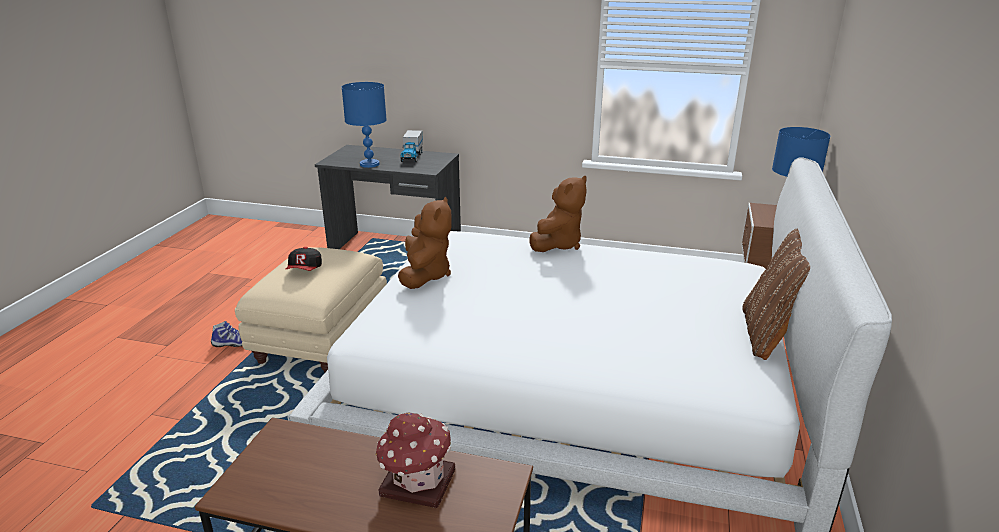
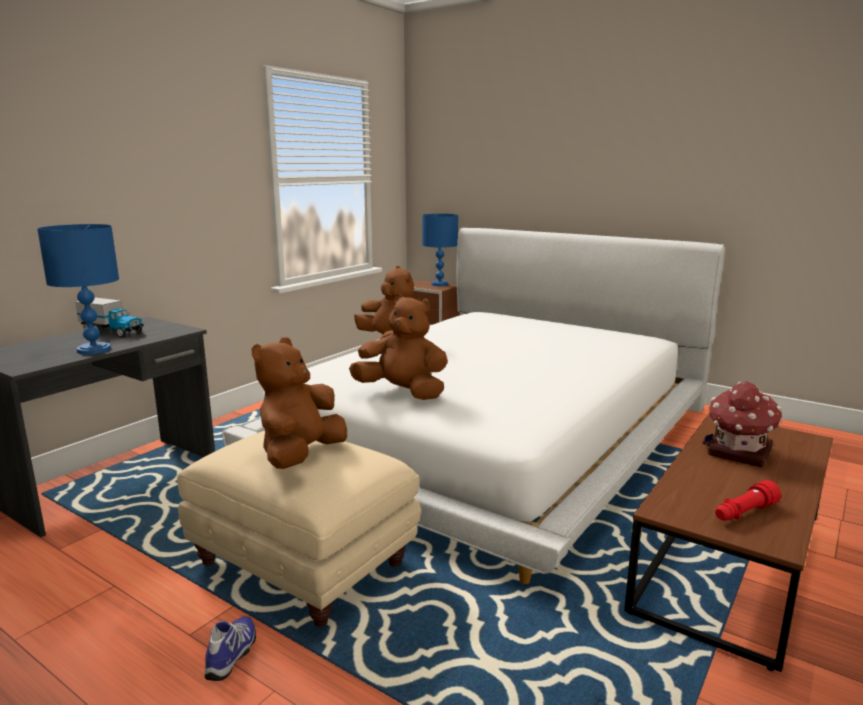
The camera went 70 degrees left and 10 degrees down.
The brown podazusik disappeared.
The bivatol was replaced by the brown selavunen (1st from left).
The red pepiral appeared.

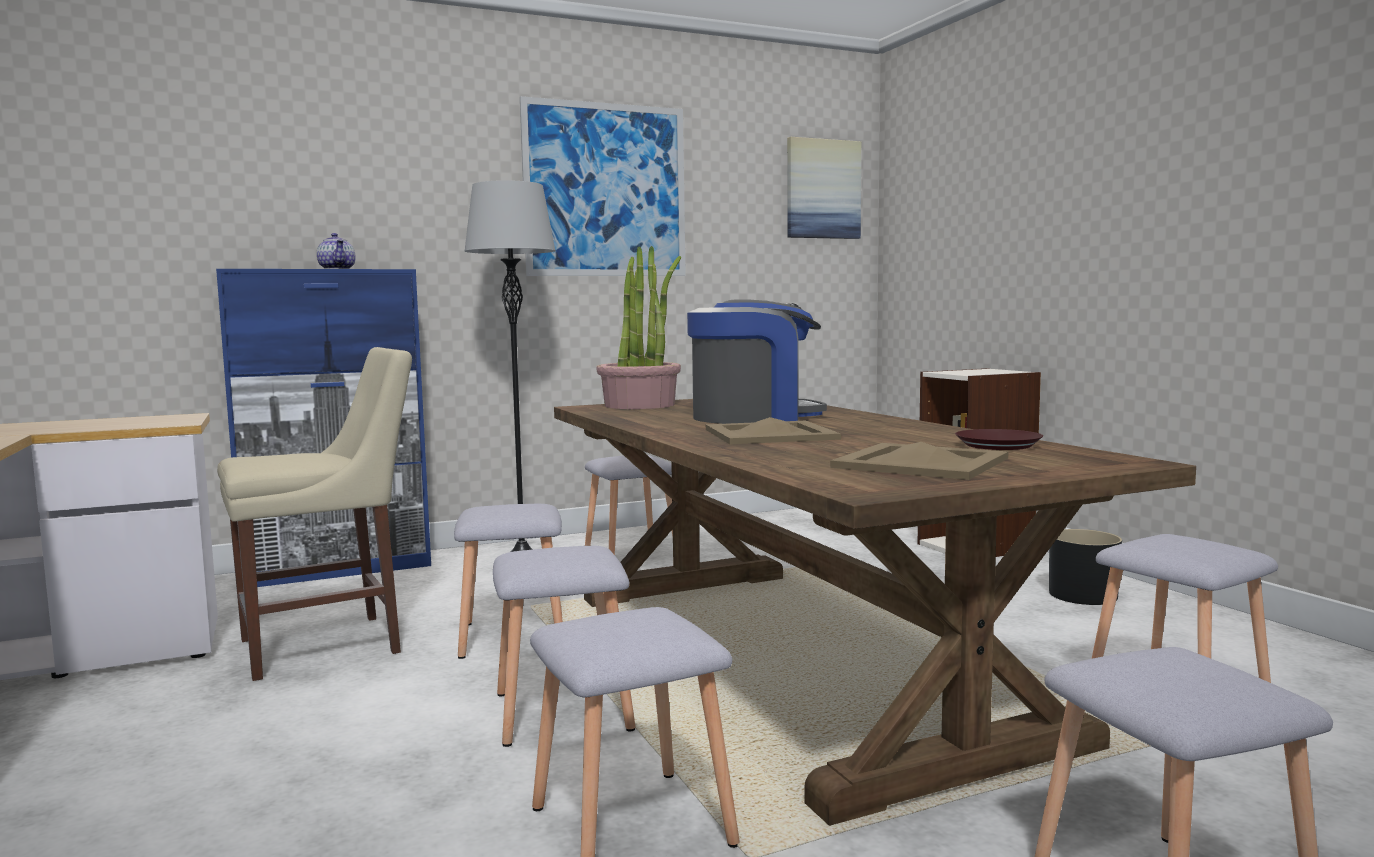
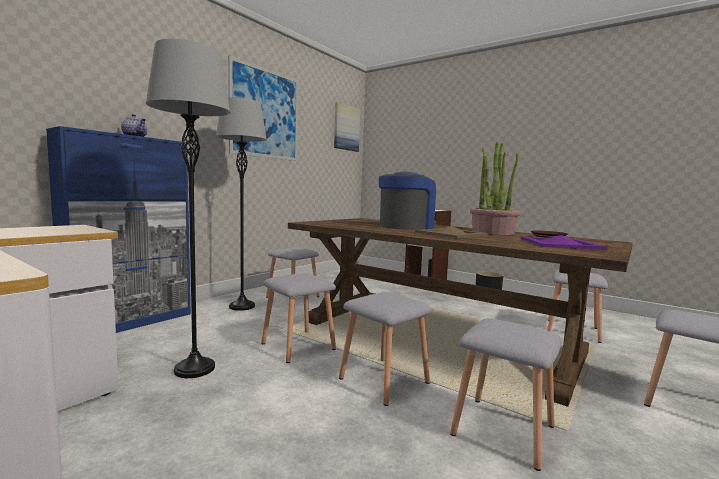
The camera went 30 degrees left and 0 degrees up.
The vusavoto moved.
The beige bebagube was replaced by the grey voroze (1st from left).
The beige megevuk (2nd from left) became the purple megevuk.

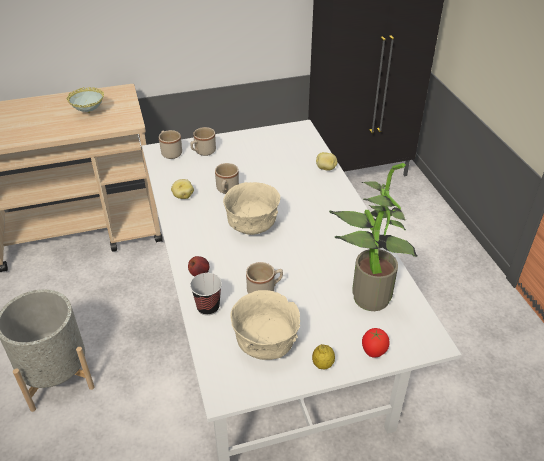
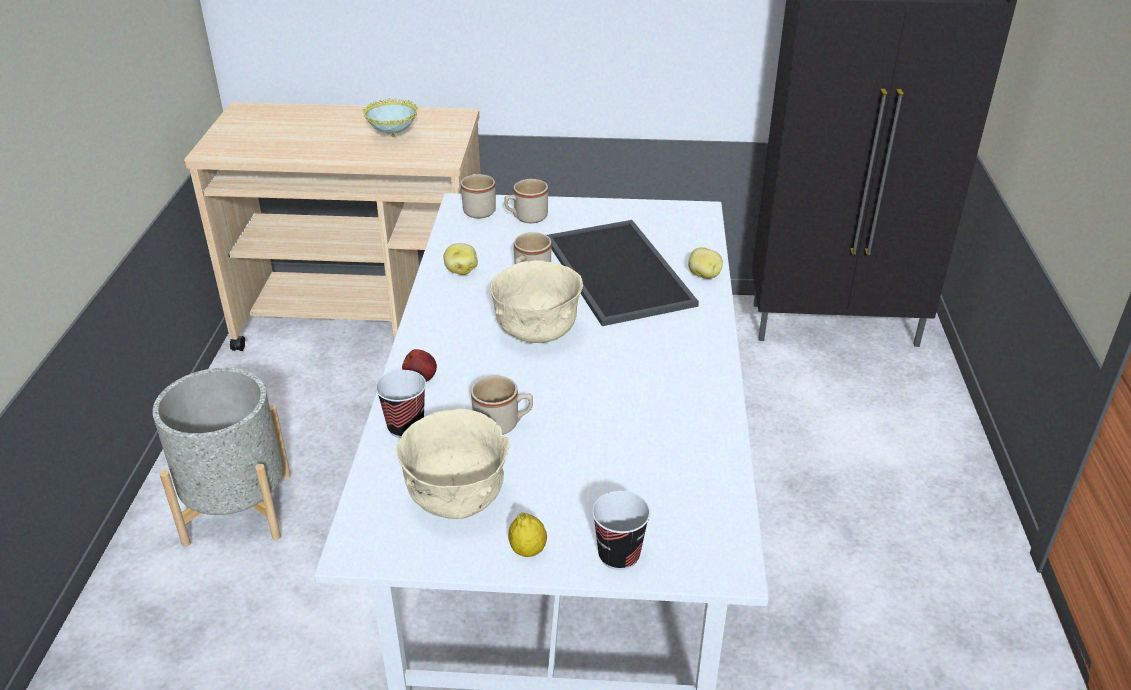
The camera went 20 degrees right and 5 degrees down.
The vusavoto disappeared.
The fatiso was replaced by the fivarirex (2nd from left).
The megevuk appeared.

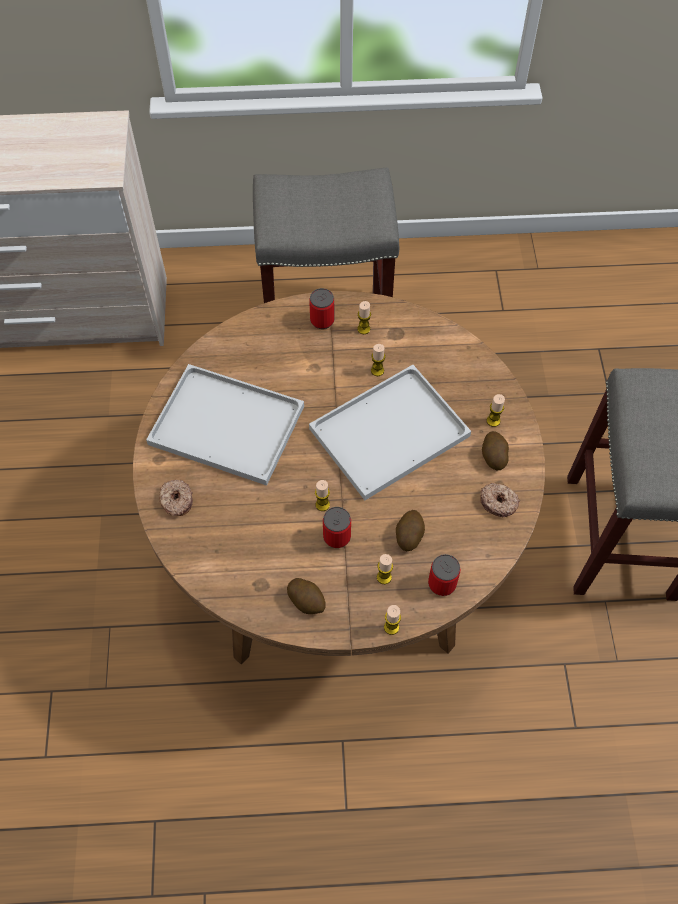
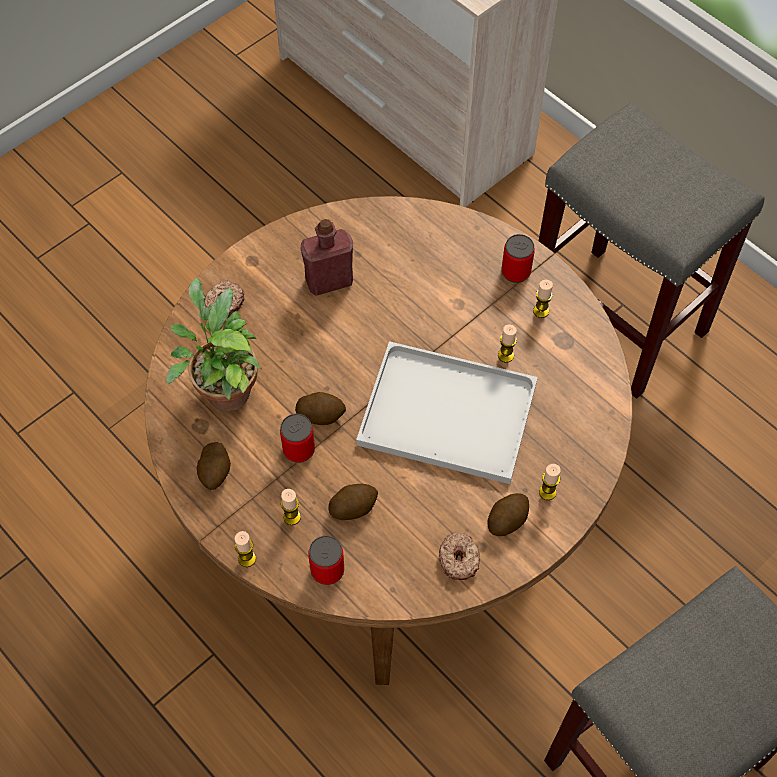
The camera went 50 degrees right and 0 degrees up.
The white megevuk (1st from left) was replaced by the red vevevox.
The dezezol (1st from left) was replaced by the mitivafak (2nd from left).
The vusavoto appeared.

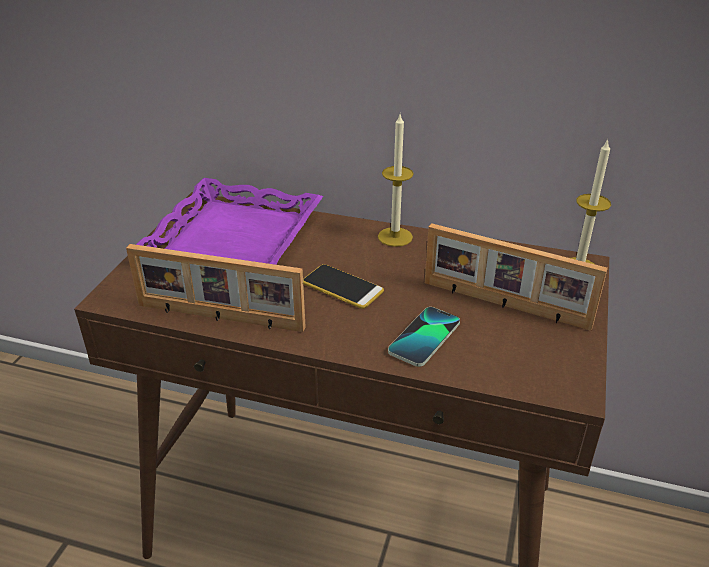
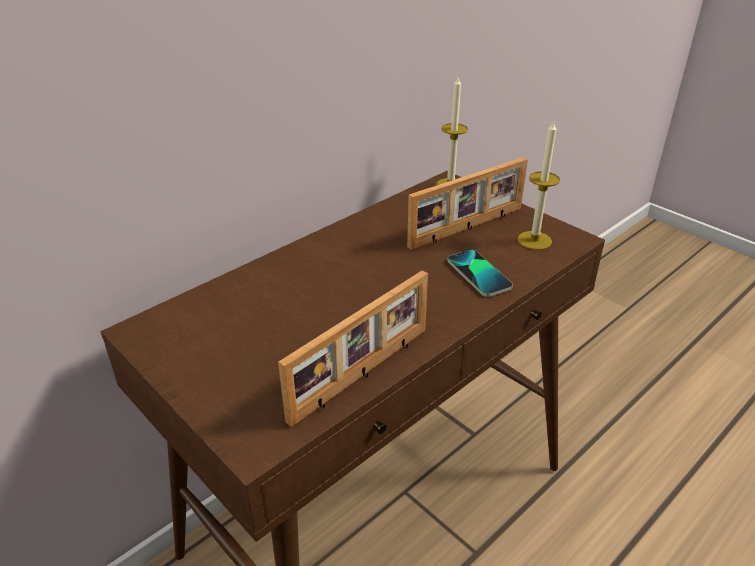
The camera went 60 degrees left and 0 degrees up.
The dezezol (1st from left in the first image) moved.
The purple megevuk disappeared.
The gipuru (1st from left) disappeared.

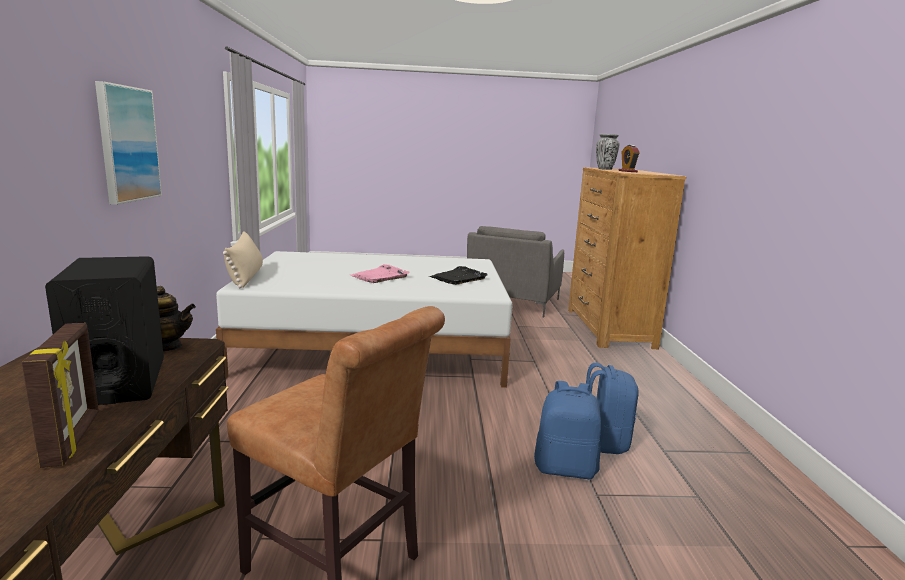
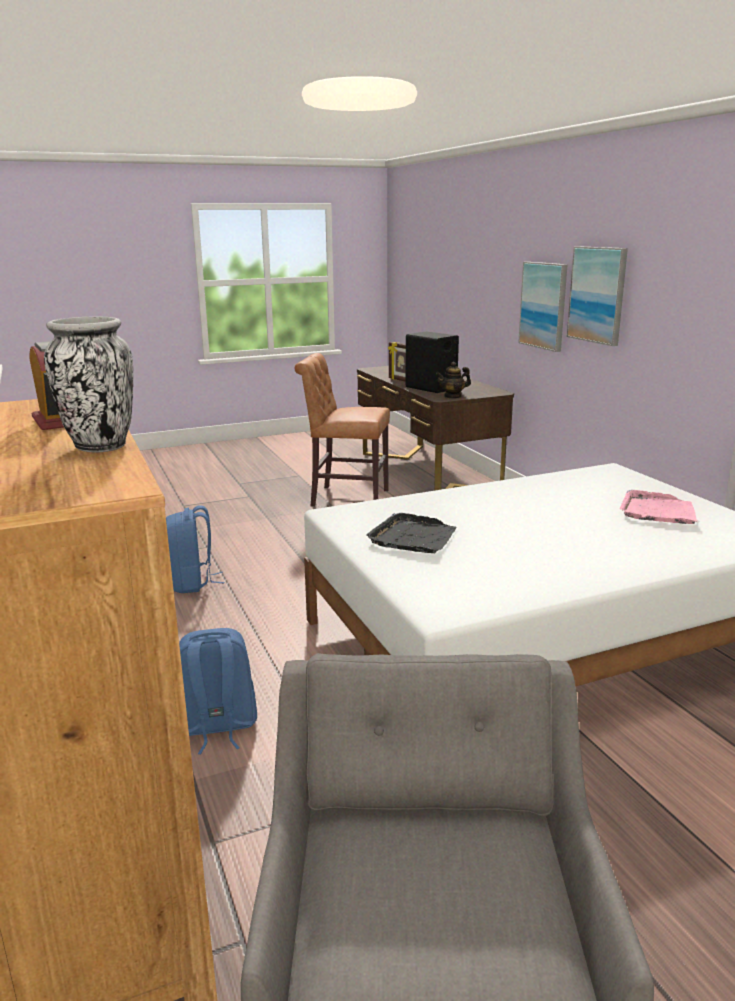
The camera went 160 degrees right and 5 degrees up.
The beige podazusik disappeared.
The pink megevuk moved.
The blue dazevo (1st from left in the first image) moved.
The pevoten (1st from left) appeared.

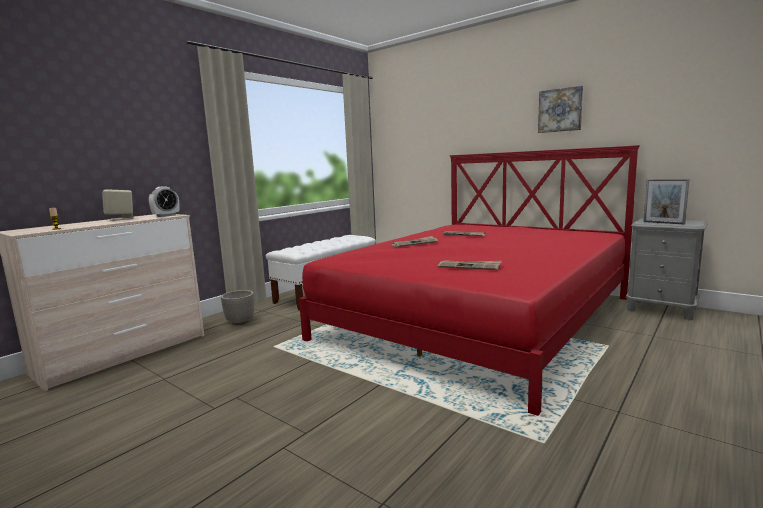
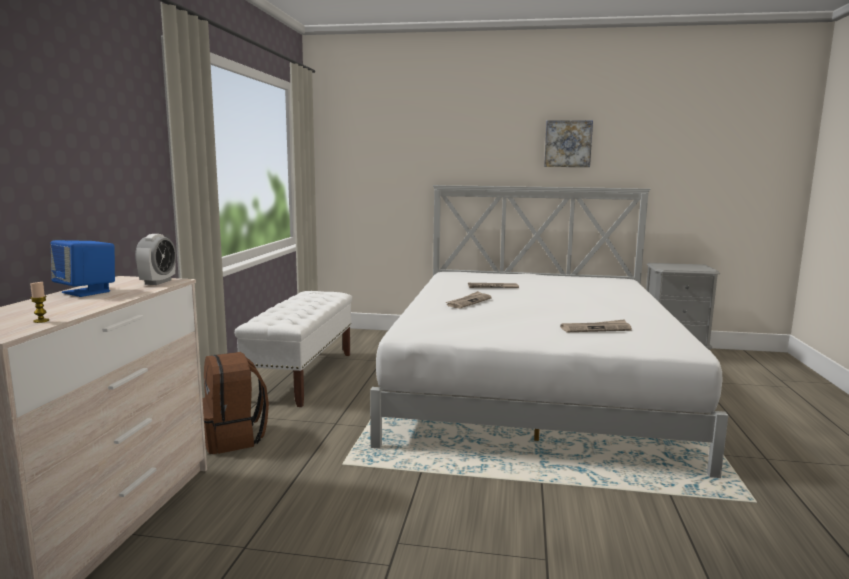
The camera went 30 degrees left and 0 degrees up.
The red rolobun became the white rolobun.
The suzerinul disappeared.
The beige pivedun became the blue pivedun.
The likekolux was replaced by the brown dazevo.

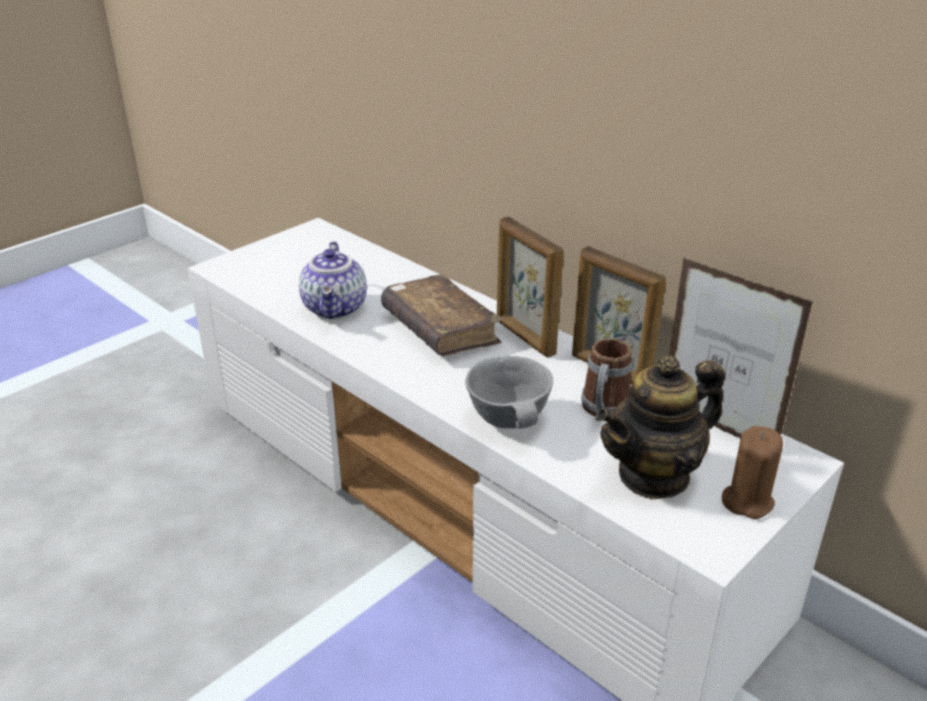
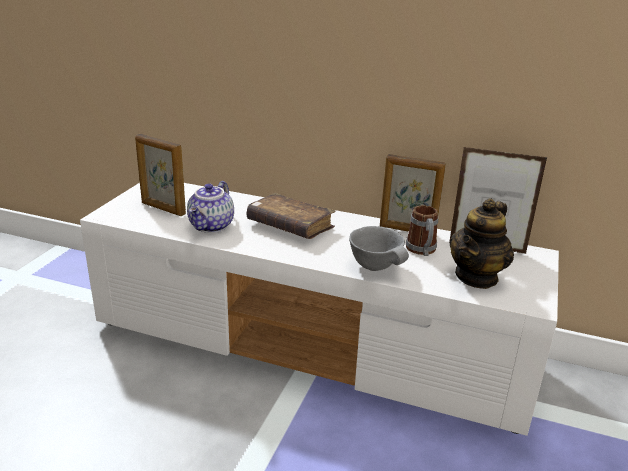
The camera went 25 degrees left and 5 degrees down.
The suzerinul (1st from left) moved.
The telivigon (1st from left) turned 45 degrees clockwise.
The brown dezezol disappeared.

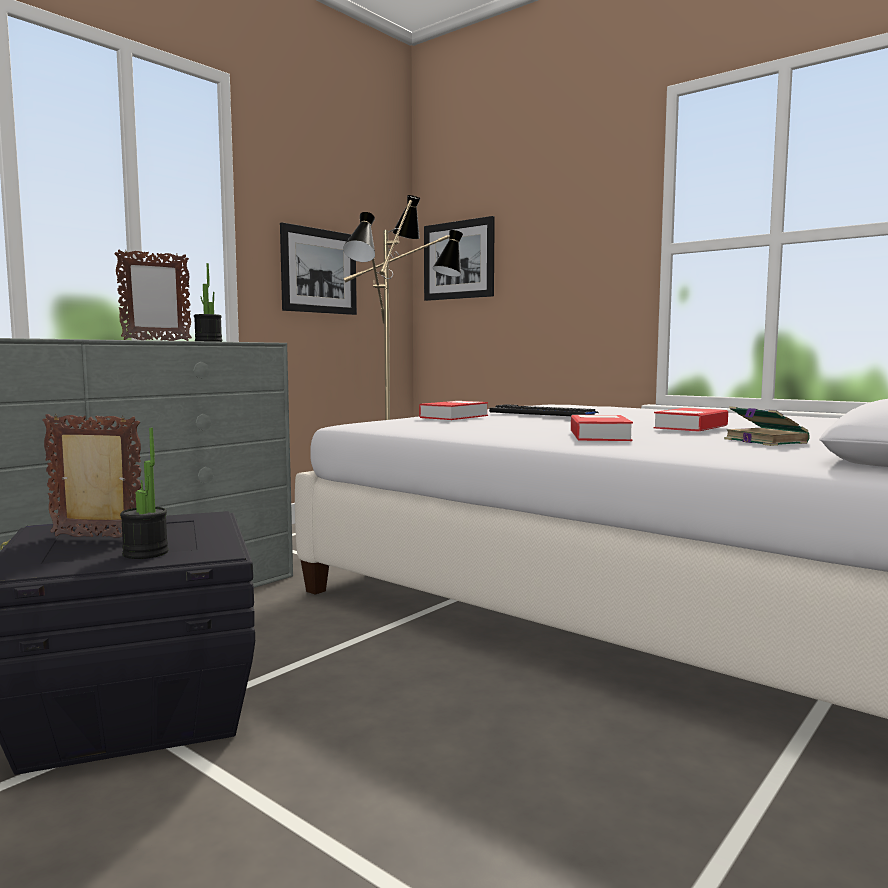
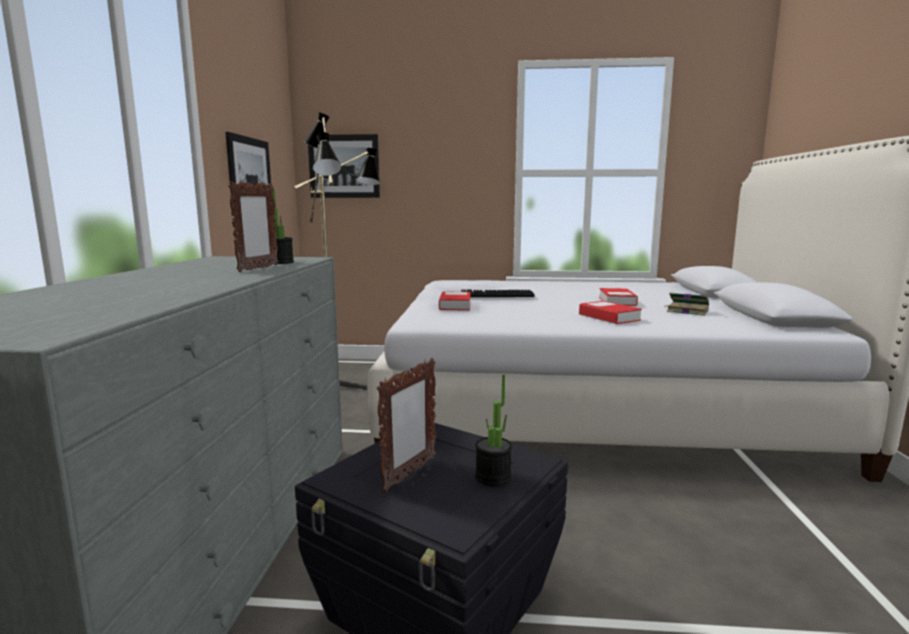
The camera went 35 degrees left and 5 degrees up.
The suzerinul (1st from left in the first image) turned 150 degrees clockwise.

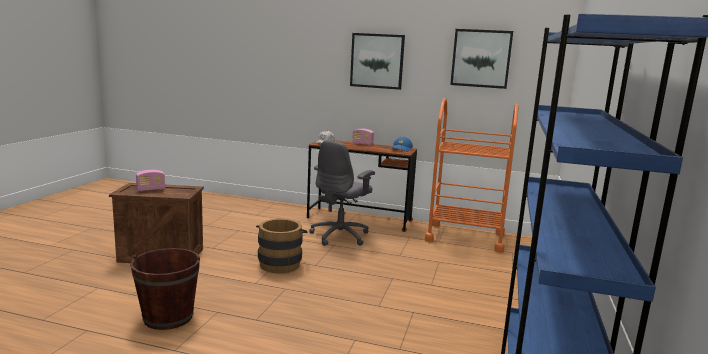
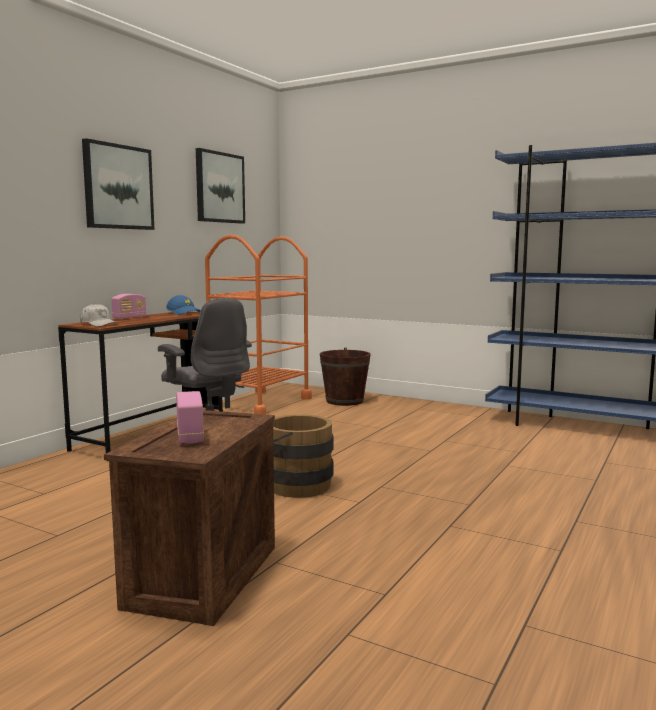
The camera went 75 degrees left and 5 degrees down.
The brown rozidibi (1st from left in the first image) moved.

